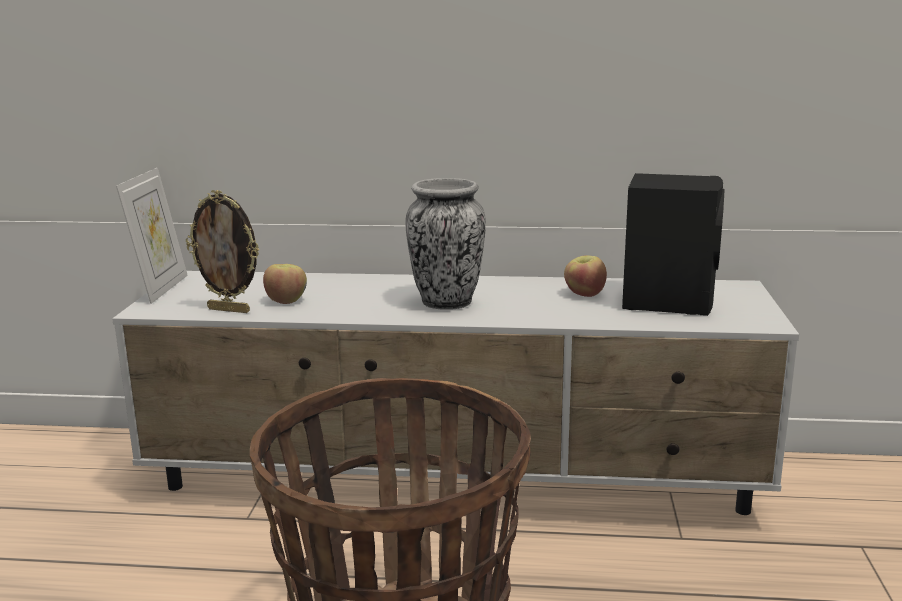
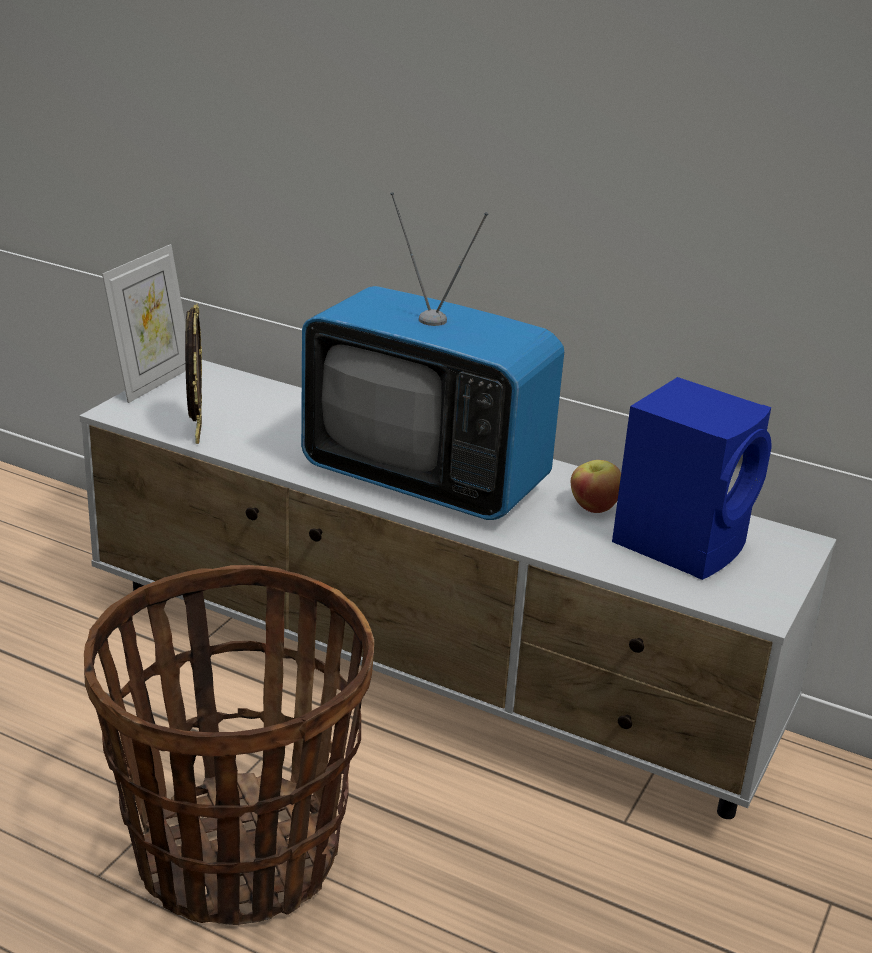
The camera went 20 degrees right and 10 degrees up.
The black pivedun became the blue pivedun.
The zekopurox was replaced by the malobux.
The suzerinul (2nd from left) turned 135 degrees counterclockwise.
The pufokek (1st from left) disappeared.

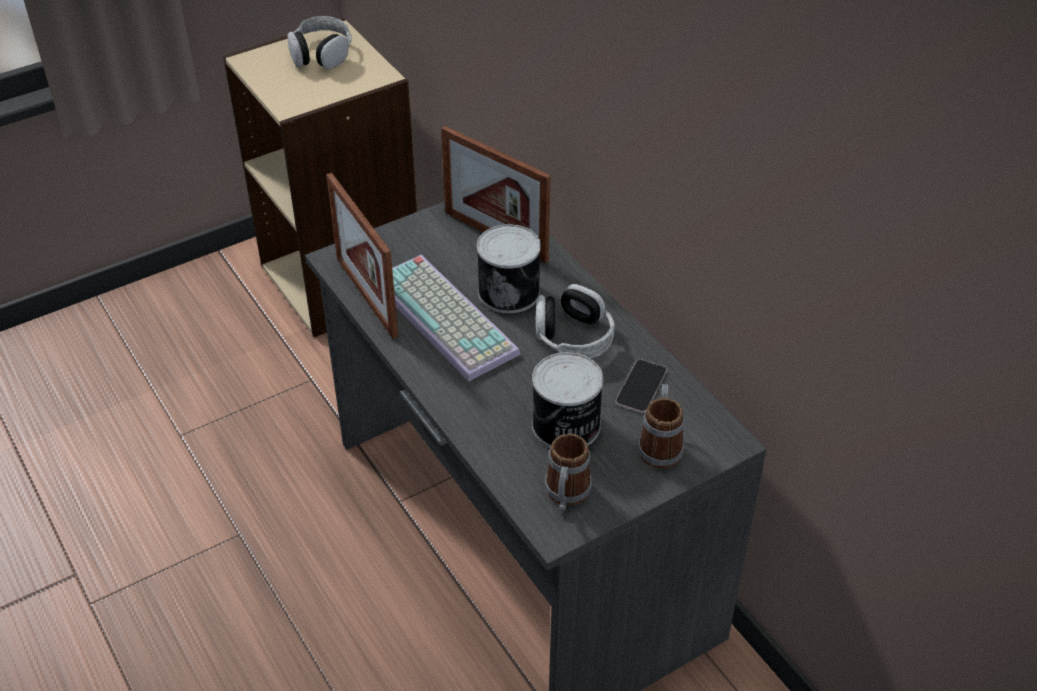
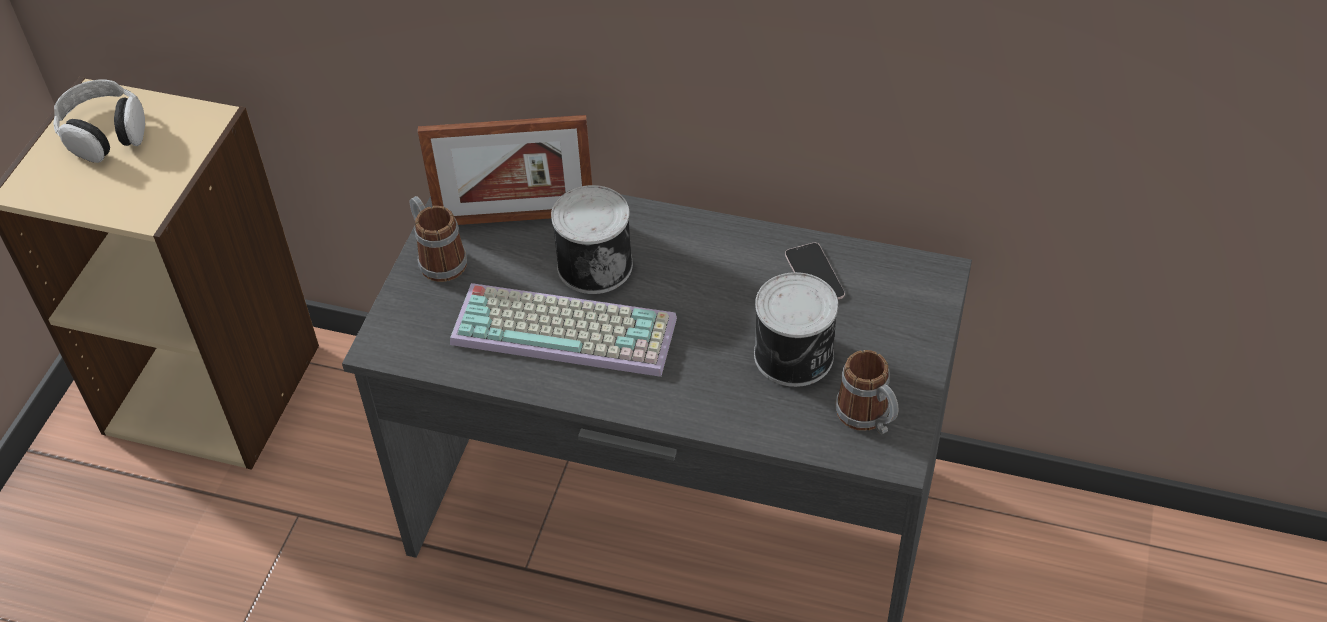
The camera went 40 degrees left and 5 degrees up.
The suzerinul (1st from left) disappeared.
The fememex (2nd from left) disappeared.
The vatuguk (2nd from left in the first image) moved.

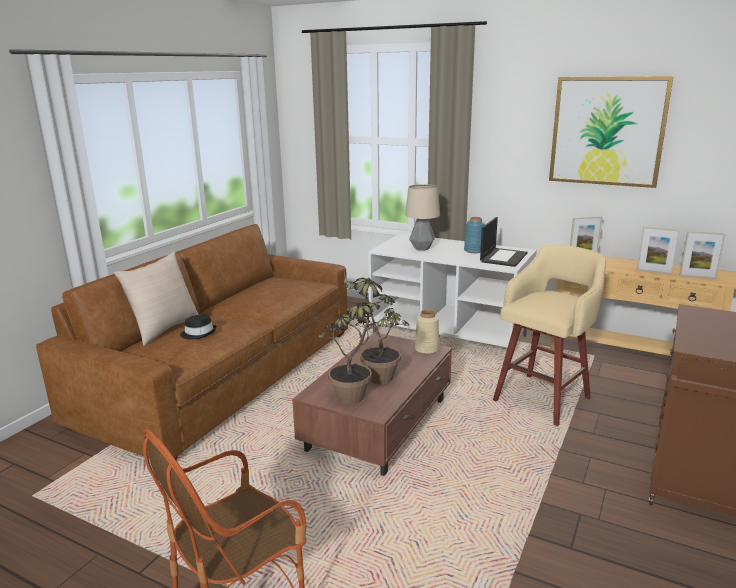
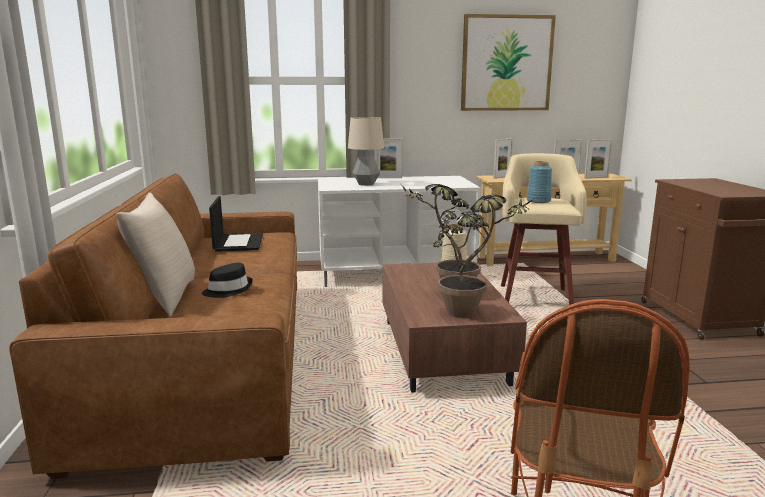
The camera went 35 degrees left and 5 degrees down.
The blue zekopurox moved.
The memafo moved.
The suzerinul (1st from left) appeared.

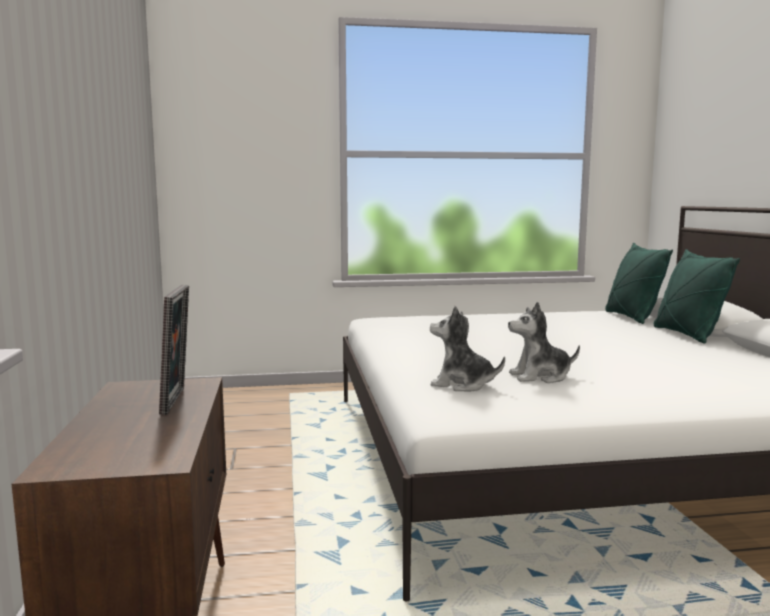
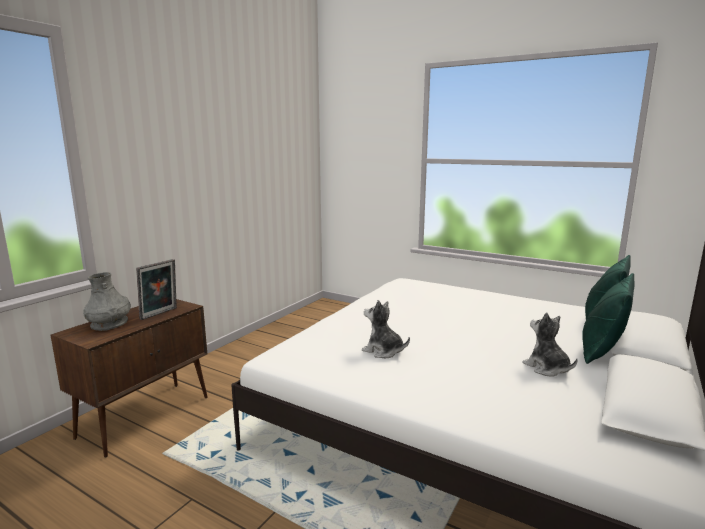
The camera went 40 degrees right and 5 degrees up.
The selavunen (1st from left in the first image) moved.
The grey zekopurox appeared.

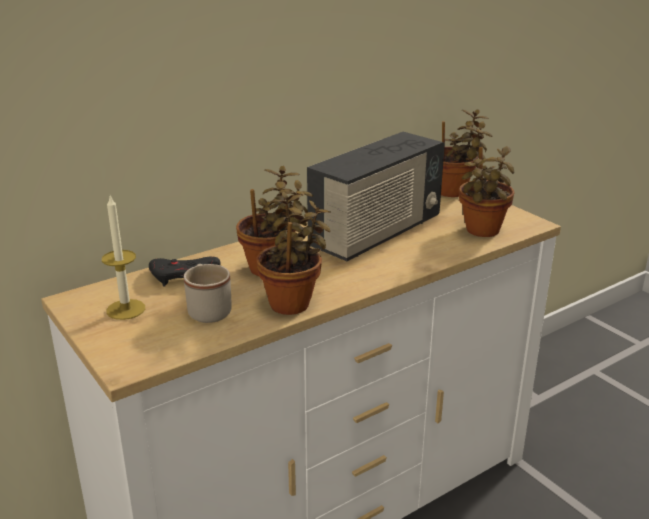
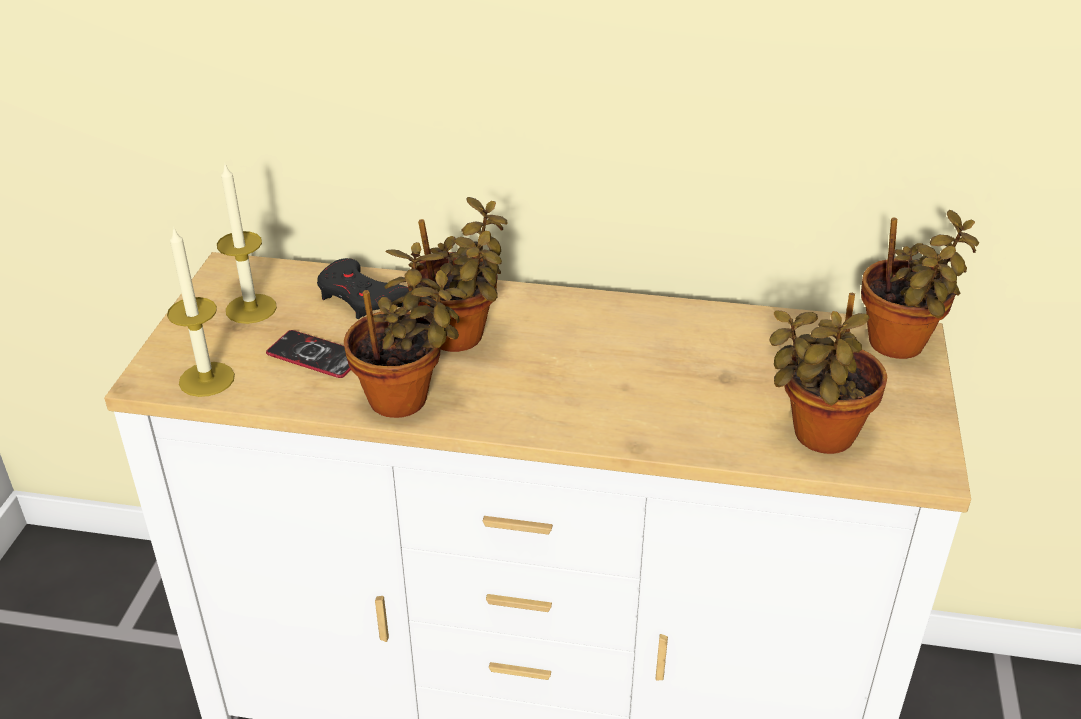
The camera went 45 degrees right and 10 degrees up.
The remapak disappeared.
The beige vatuguk was replaced by the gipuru.
The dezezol (1st from left) appeared.

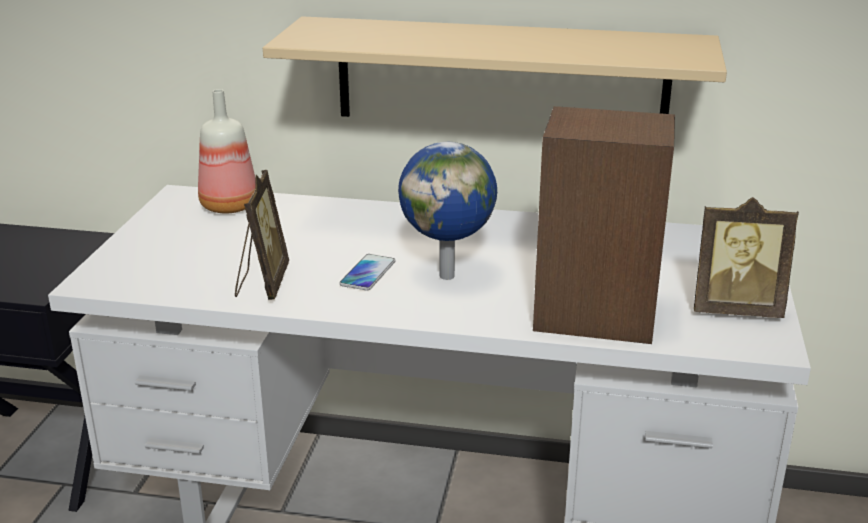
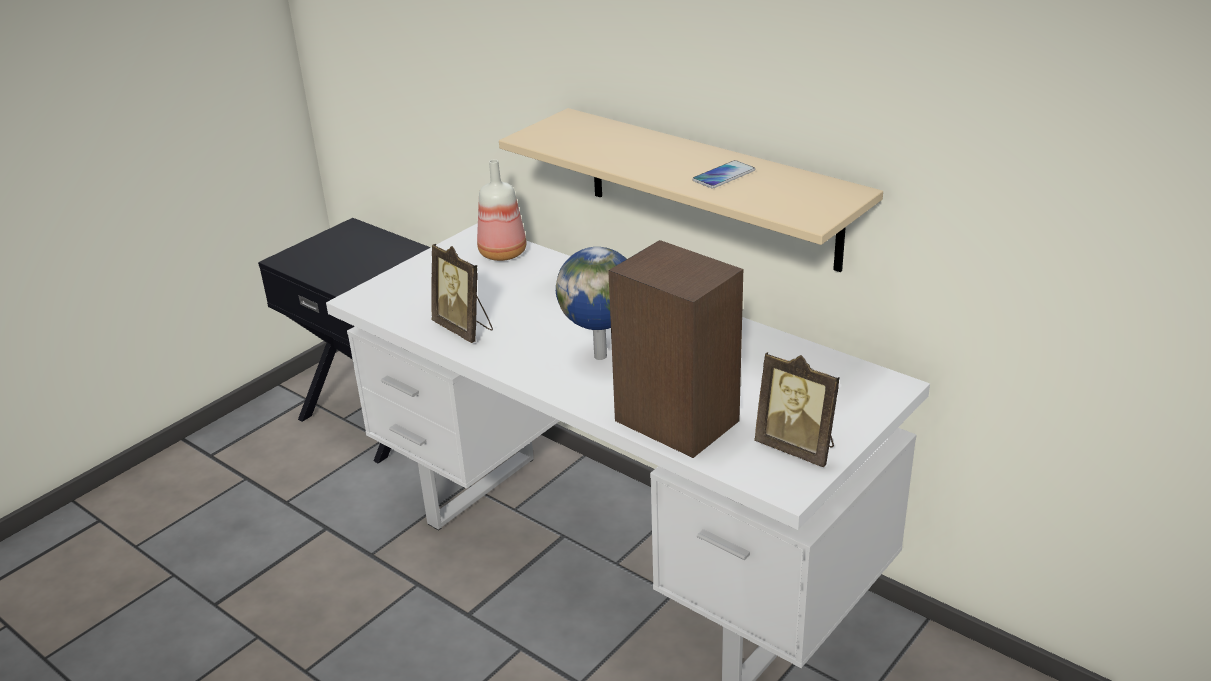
The camera went 30 degrees right and 5 degrees up.
The suzerinul (1st from left) turned 105 degrees clockwise.
The gipuru moved.

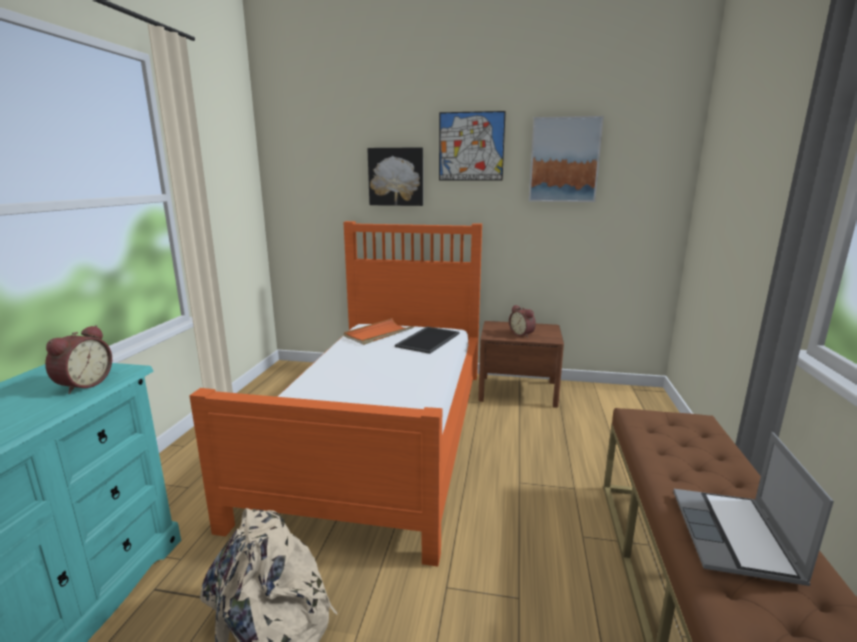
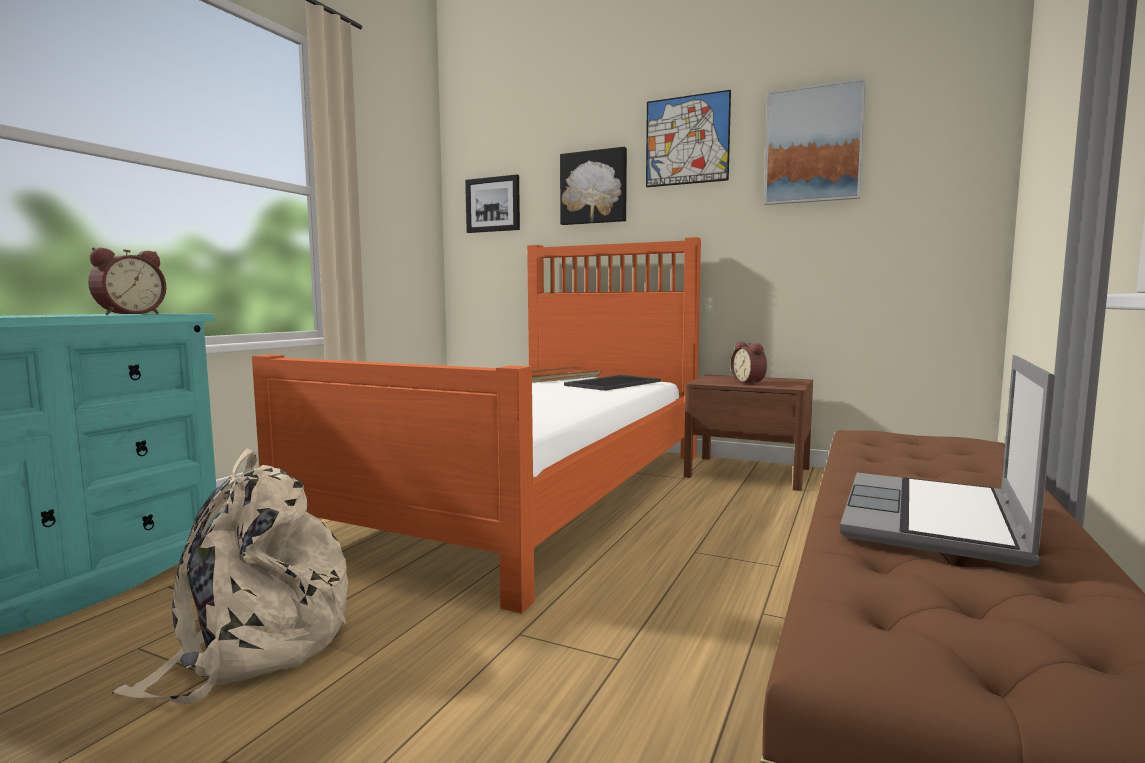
The camera went 15 degrees right and 10 degrees down.
The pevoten (1st from left) appeared.

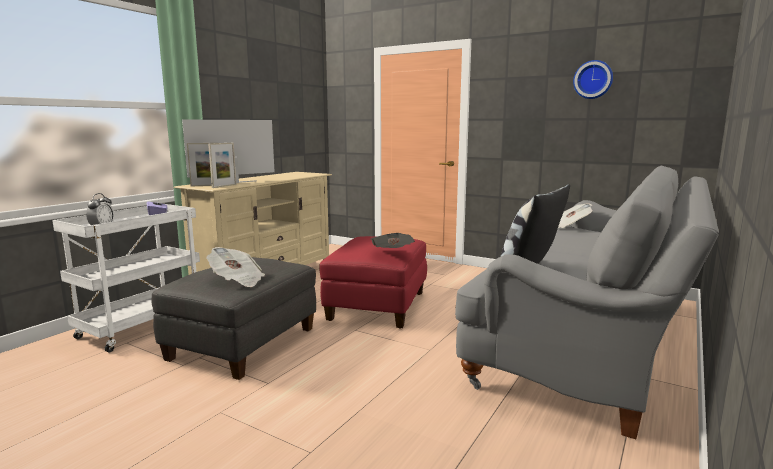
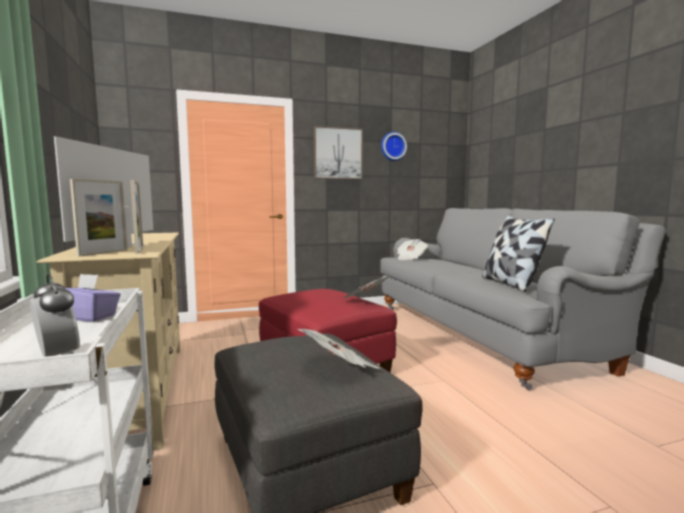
The camera went 50 degrees left and 5 degrees down.
The pevoten appeared.

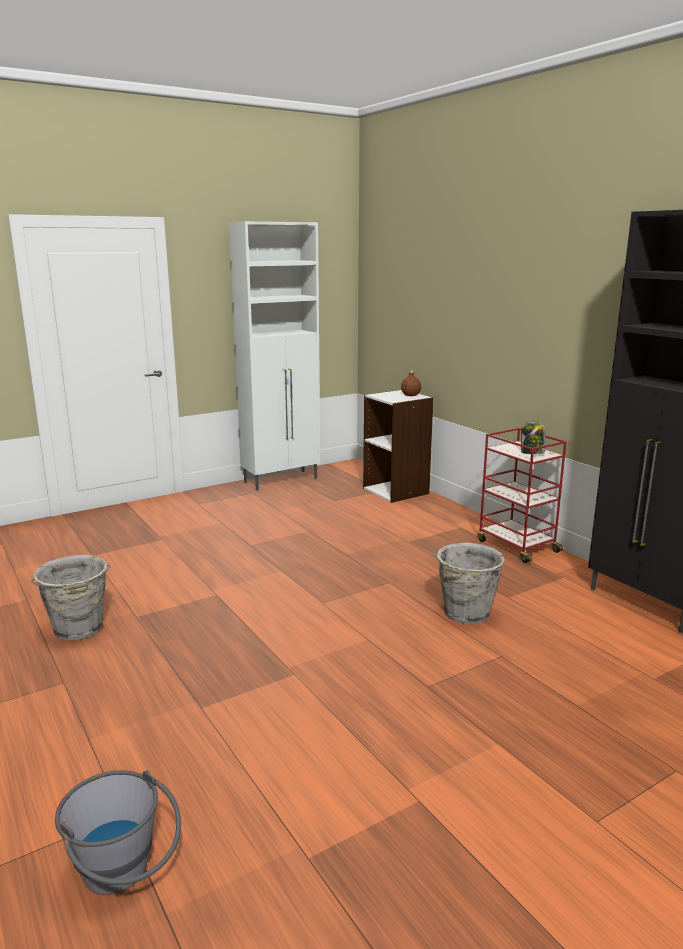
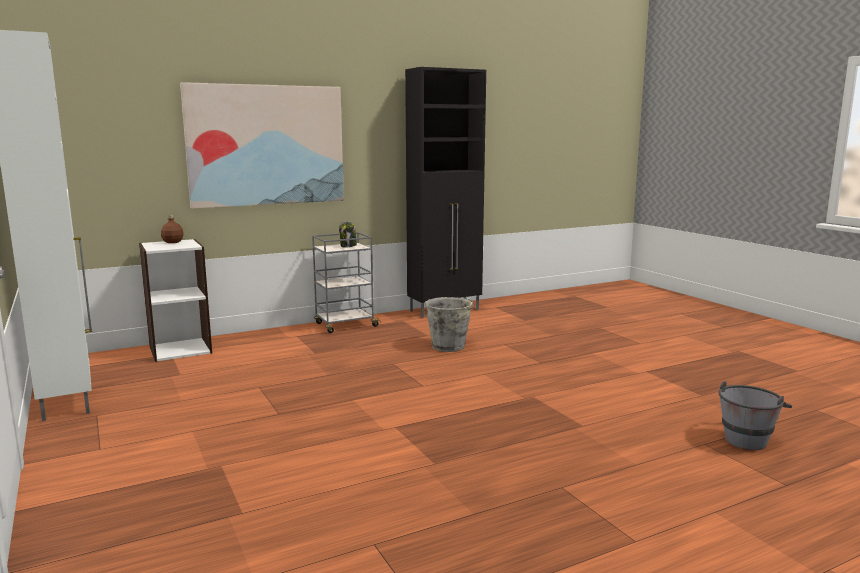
The camera went 85 degrees left and 5 degrees down.
The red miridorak became the grey miridorak.
The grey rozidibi (1st from left) disappeared.
The pevoten appeared.

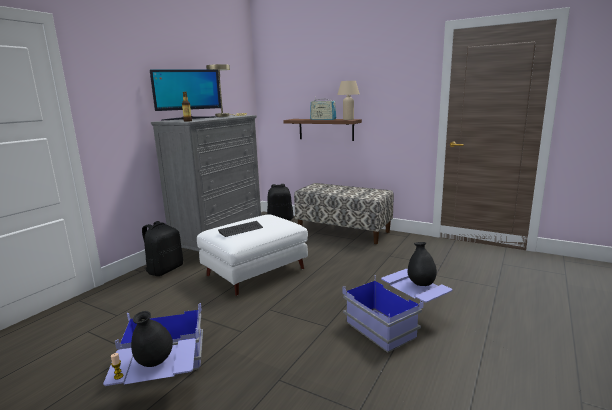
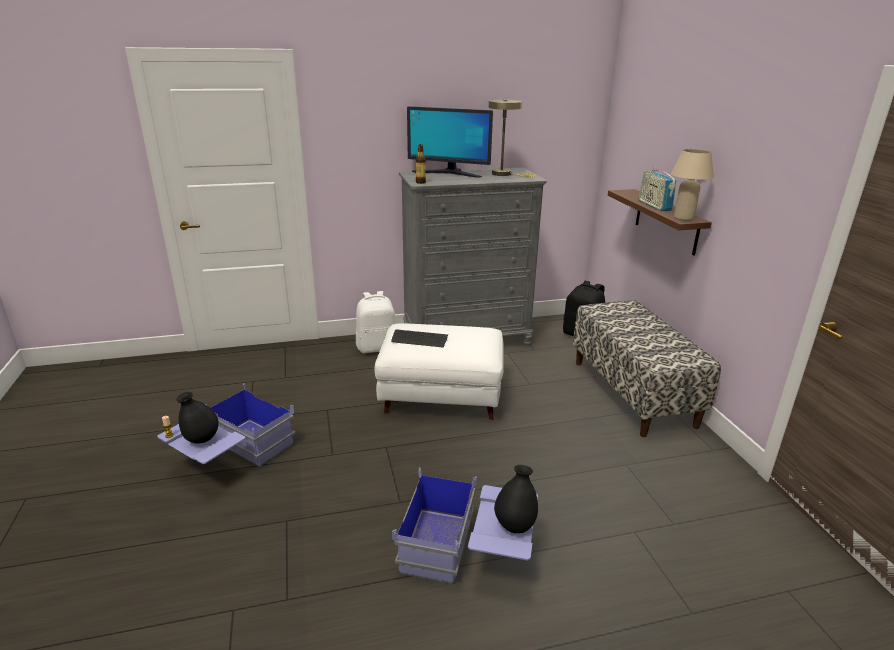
The camera went 45 degrees right and 10 degrees up.
The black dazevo (1st from left) became the white dazevo.

